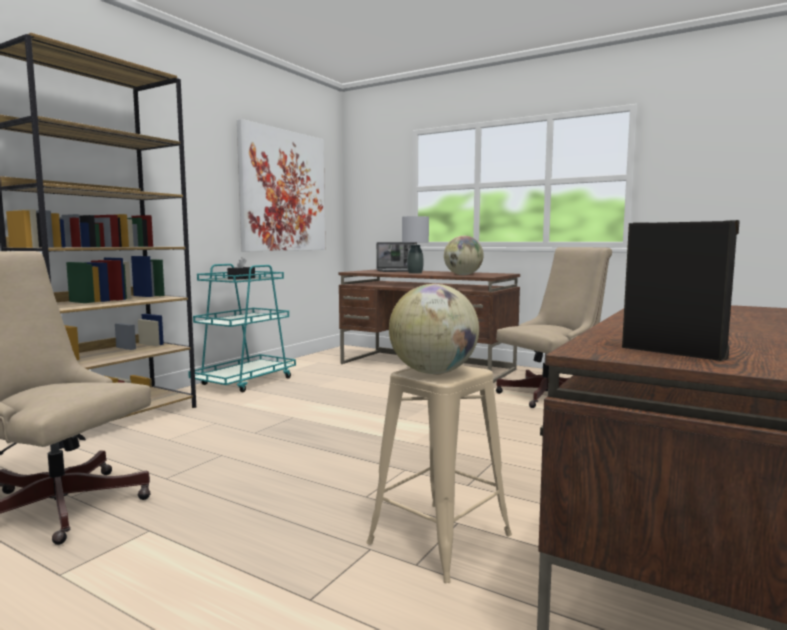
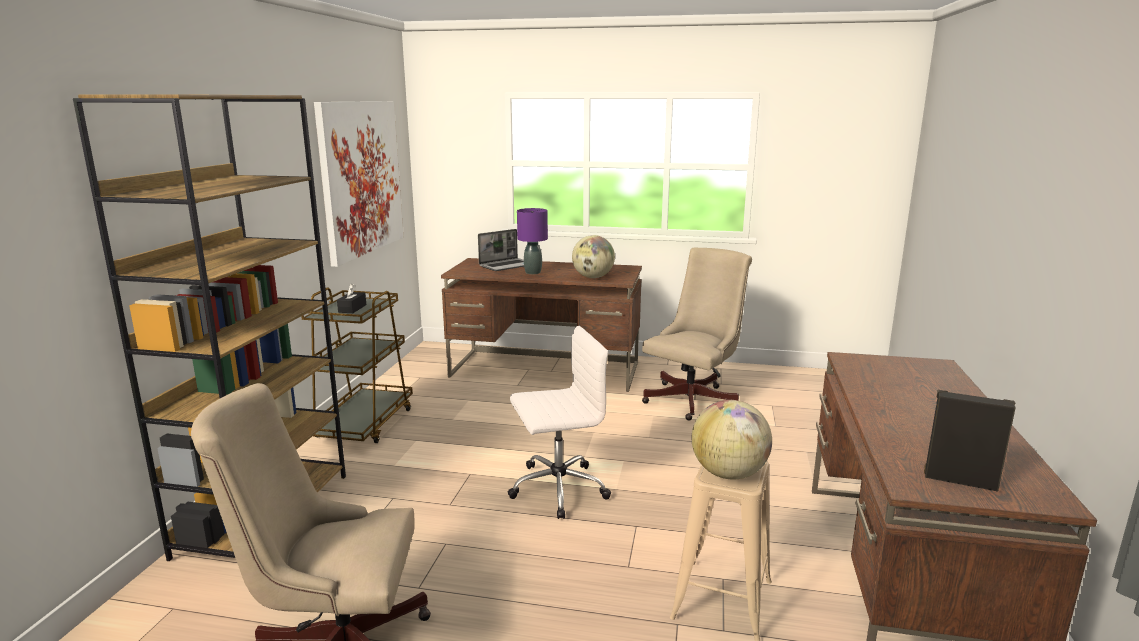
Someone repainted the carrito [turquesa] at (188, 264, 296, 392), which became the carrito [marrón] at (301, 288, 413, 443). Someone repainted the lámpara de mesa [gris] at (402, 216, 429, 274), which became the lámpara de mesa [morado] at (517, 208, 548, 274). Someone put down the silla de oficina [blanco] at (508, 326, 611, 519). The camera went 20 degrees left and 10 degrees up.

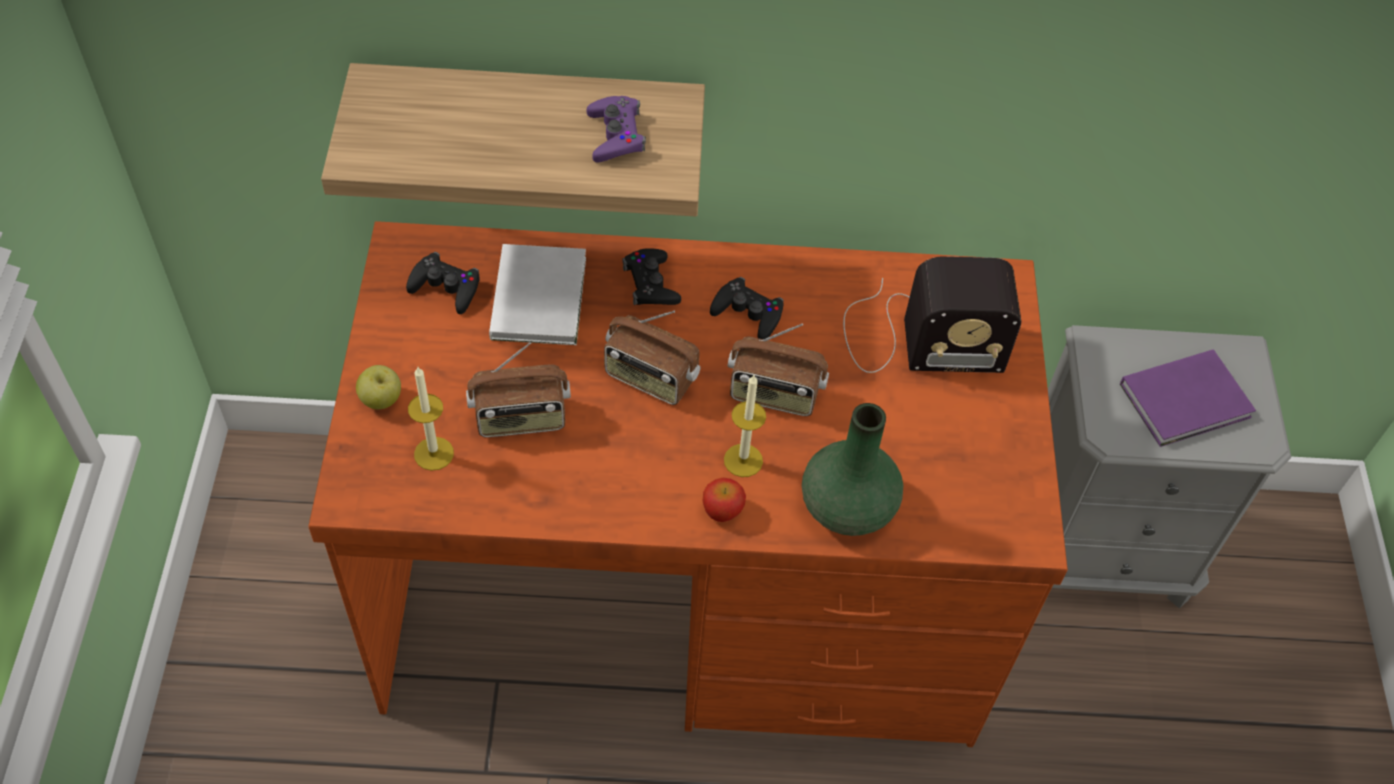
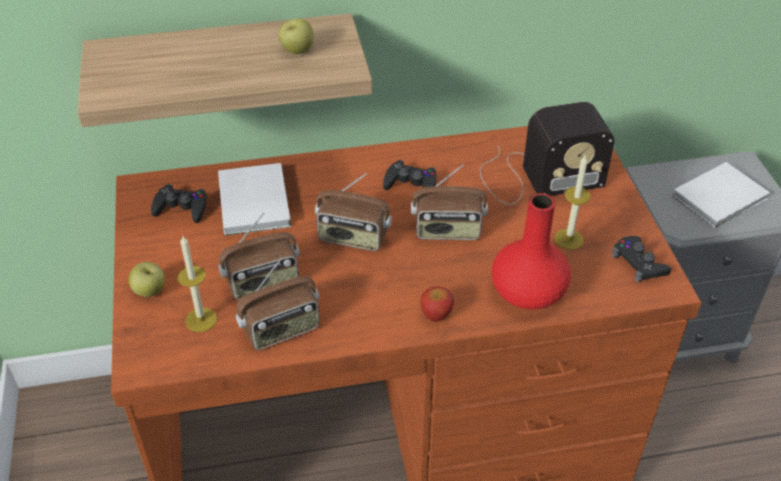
Someone swapped the mando de consola [morado] at (587, 96, 646, 163) for the manzana at (279, 18, 314, 54). Someone carried the mando de consola [negro] from (623, 248, 681, 305) to (612, 236, 671, 282). Someone carried the vela from (724, 375, 766, 477) to (555, 156, 591, 250). Someone repainted the florero [verde] at (802, 403, 903, 536), which became the florero [rojo] at (492, 193, 571, 309). Someone repainted the libro [morado] at (1120, 349, 1256, 447), which became the libro [blanco] at (673, 162, 770, 229). Someone put down the radio at (236, 257, 320, 350). The camera went 10 degrees left and 10 degrees down.

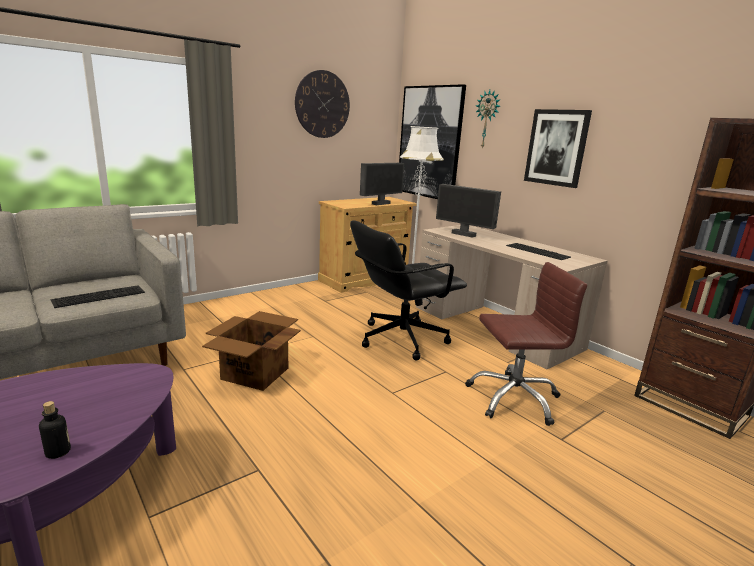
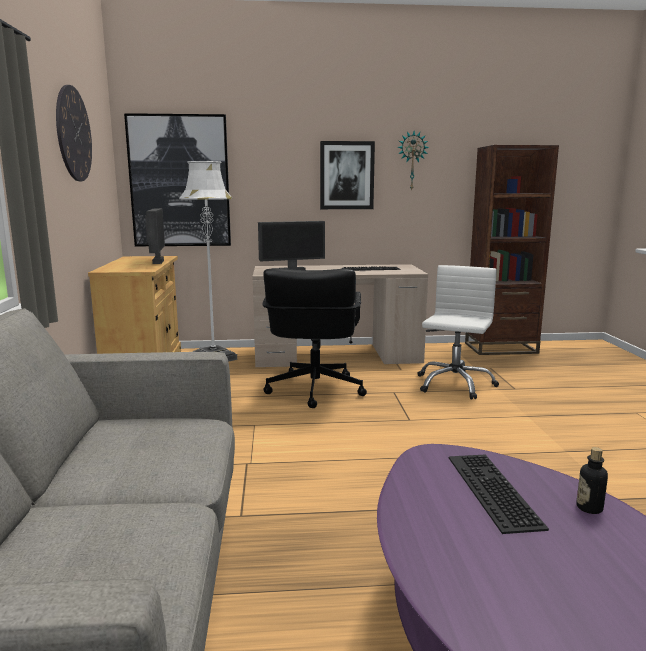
Someone carried the teclado from (50, 285, 145, 308) to (449, 454, 549, 534). Someone took away the caja de cartón at (202, 311, 301, 391). Someone repainted the silla de oficina [marrón] at (465, 262, 587, 426), which became the silla de oficina [blanco] at (418, 265, 499, 400). Someone carried the reloj de pared from (476, 90, 501, 149) to (398, 131, 429, 191). The camera went 55 degrees left and 5 degrees down.

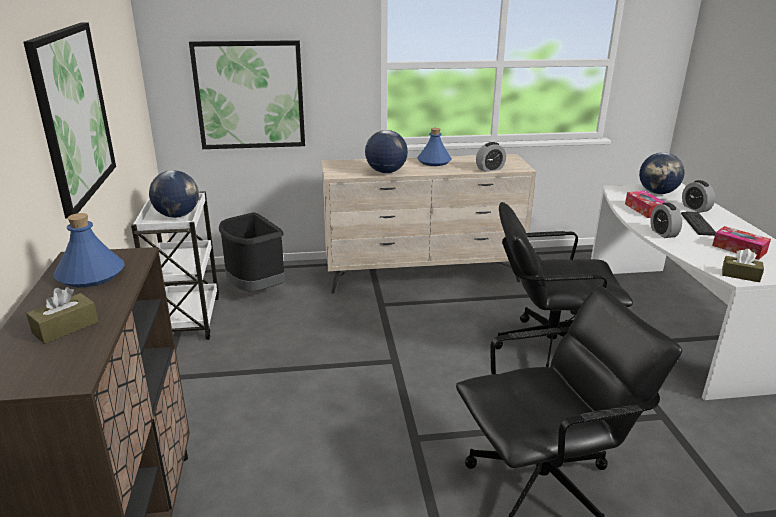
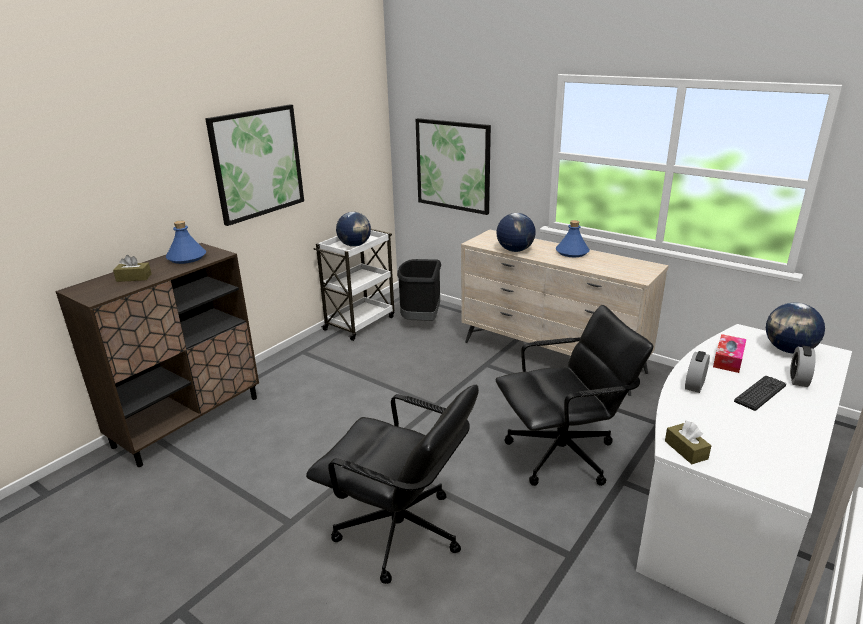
Someone took away the despertador at (476, 142, 506, 172). Someone rotated the silla de oficina [negro] at (496, 202, 633, 367) by 120 degrees clockwise. Someone took away the caja de pañuelos at (712, 226, 771, 260). The camera went 45 degrees right and 0 degrees up.

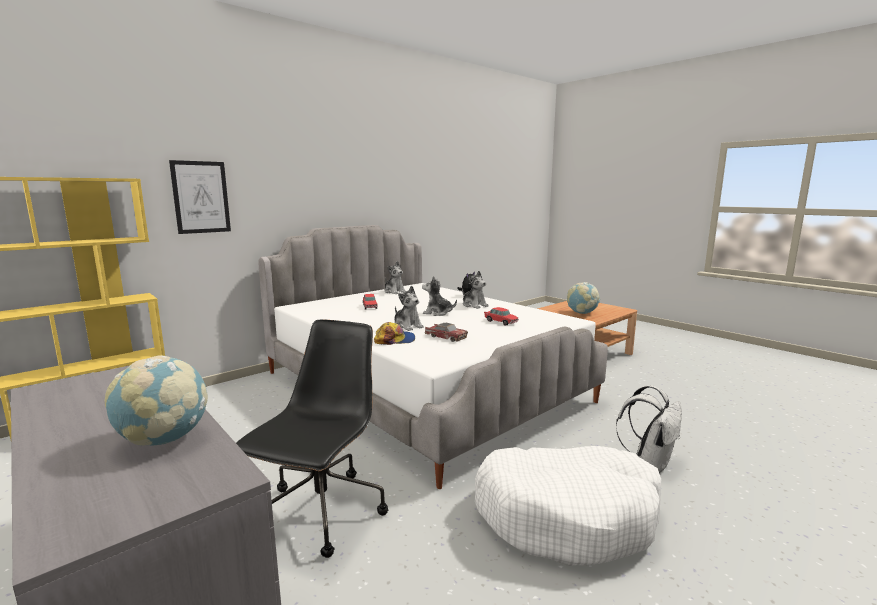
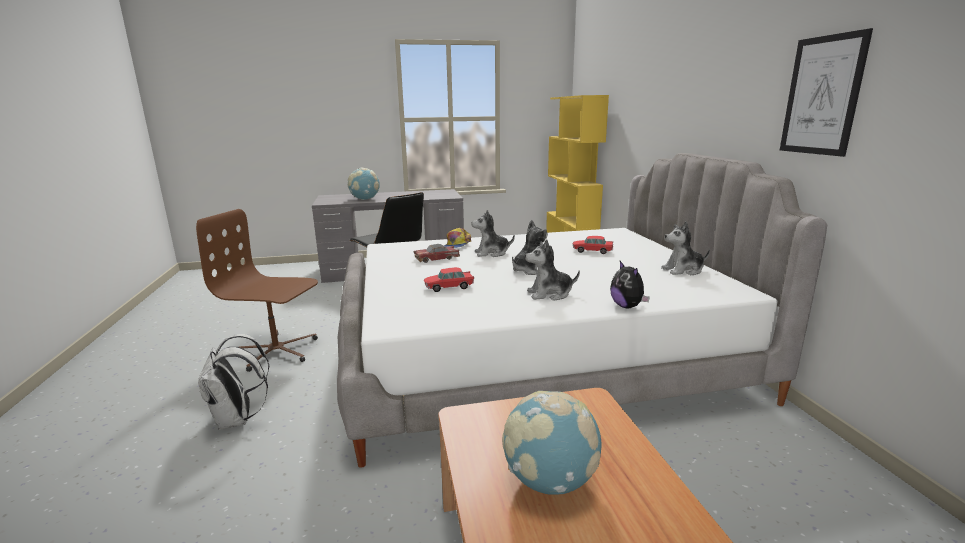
Someone carried the cuadro from (169, 160, 231, 234) to (780, 28, 873, 157). Someone swapped the cama para perro [blanco] at (475, 446, 661, 566) for the silla de oficina [marrón] at (196, 209, 318, 372). The camera went 120 degrees right and 5 degrees up.

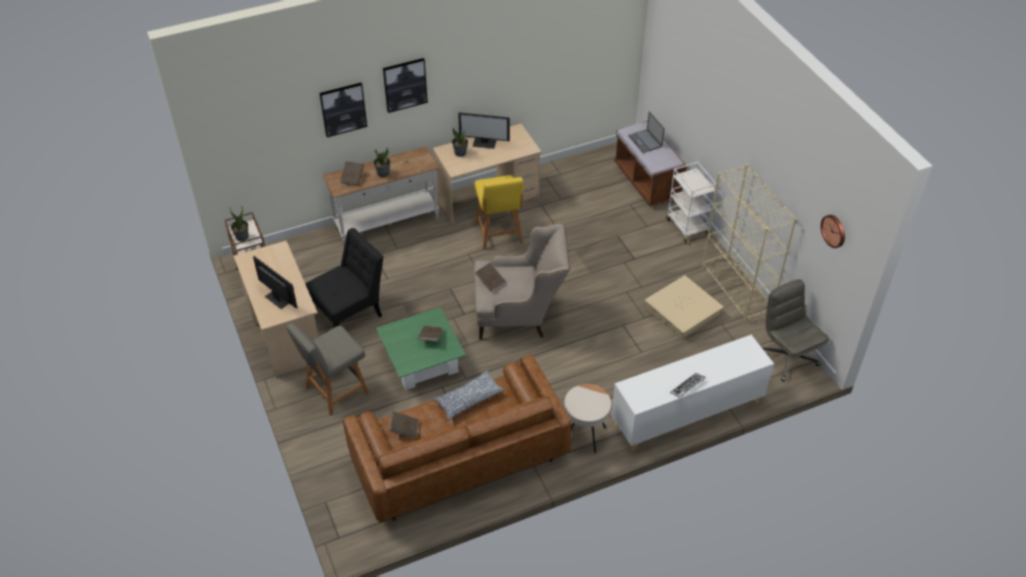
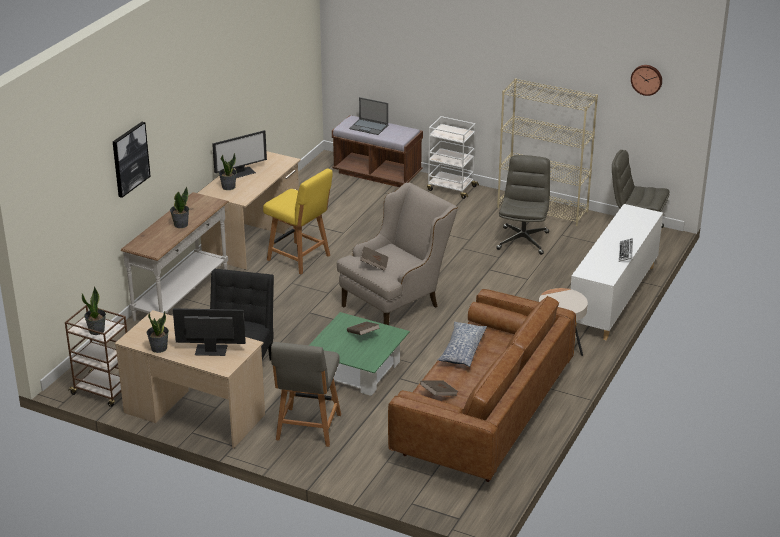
Someone took away the libro [marrón] at (340, 161, 364, 186). Someone took away the cuadro at (383, 58, 428, 113). Someone swapped the caja de almacenaje [beis] at (644, 275, 724, 339) for the silla de oficina [gris] at (497, 155, 550, 255). Someone put down the planta en maceta at (147, 311, 169, 353). The camera went 40 degrees left and 15 degrees down.

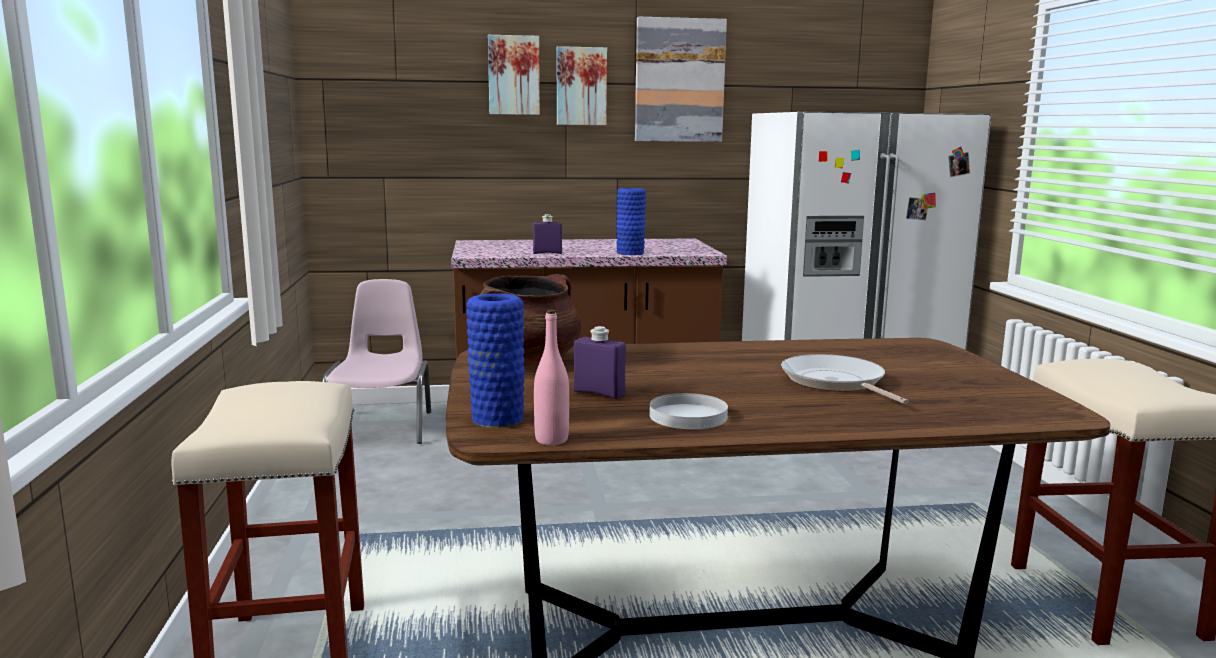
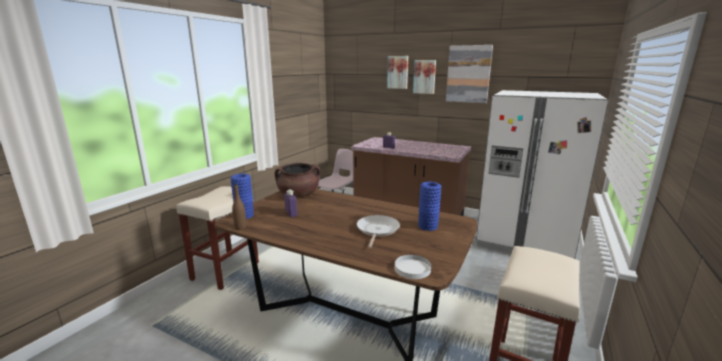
Someone repainted the botella [rosa] at (534, 310, 569, 445), which became the botella [marrón] at (232, 184, 246, 230). Someone carried the florero [azul] from (616, 188, 646, 255) to (418, 181, 442, 231). Someone carried the plato [blanco] from (649, 393, 728, 429) to (395, 255, 431, 279). The camera went 35 degrees right and 5 degrees up.

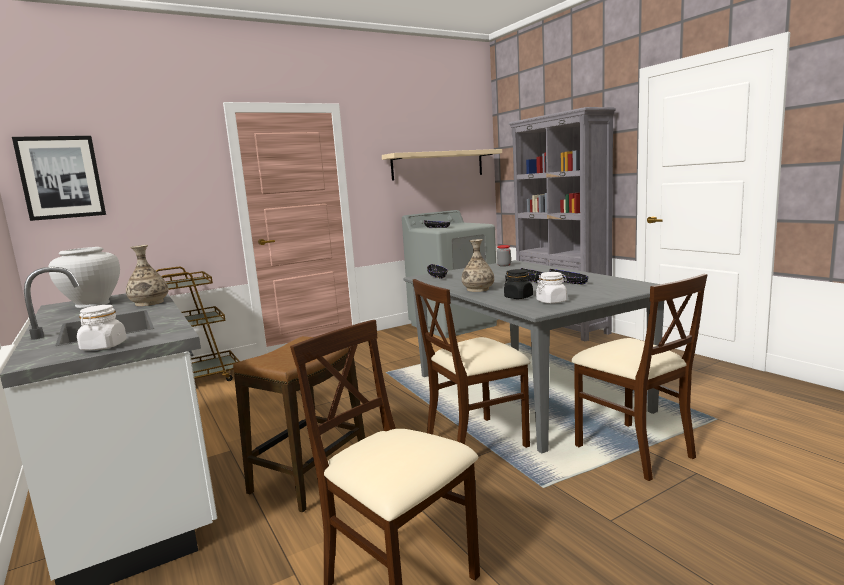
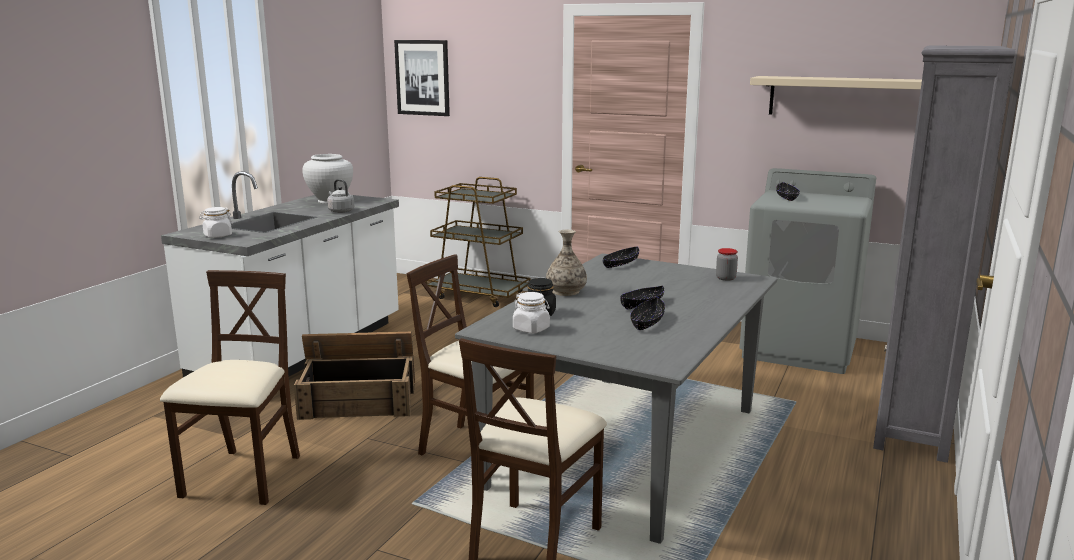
Someone swapped the florero at (126, 245, 168, 306) for the hervidor [gris] at (327, 179, 354, 213). Someone swapped the taburete at (233, 336, 365, 512) for the caja de embalaje at (294, 332, 415, 420). The camera went 55 degrees right and 5 degrees up.

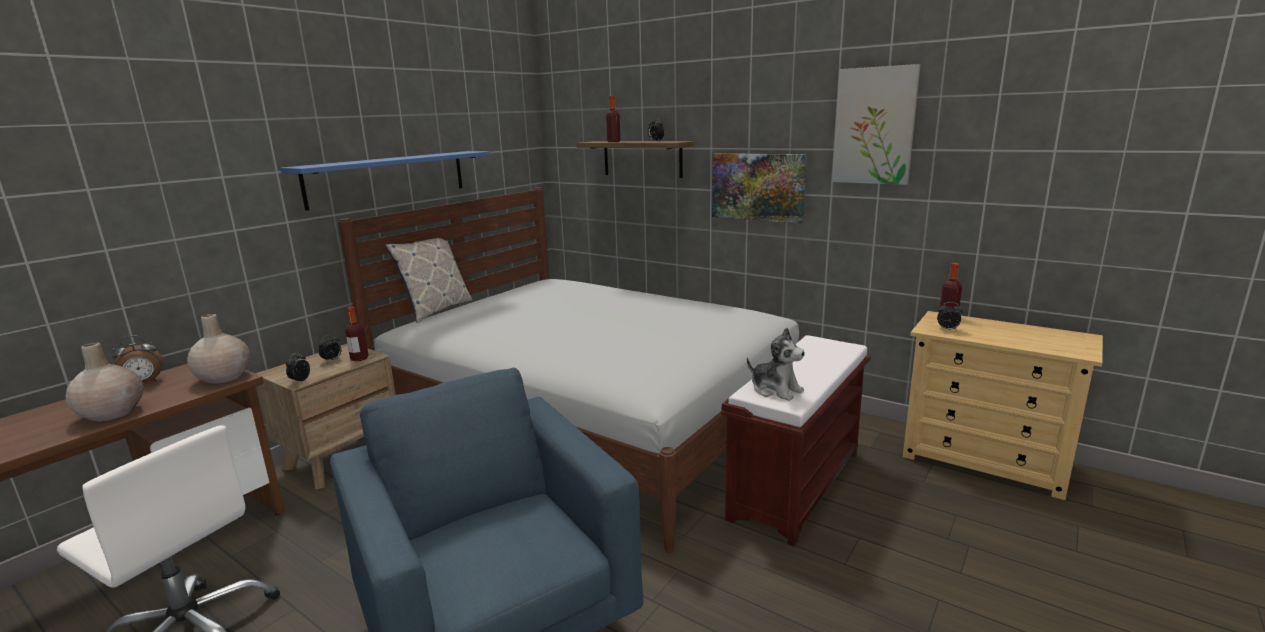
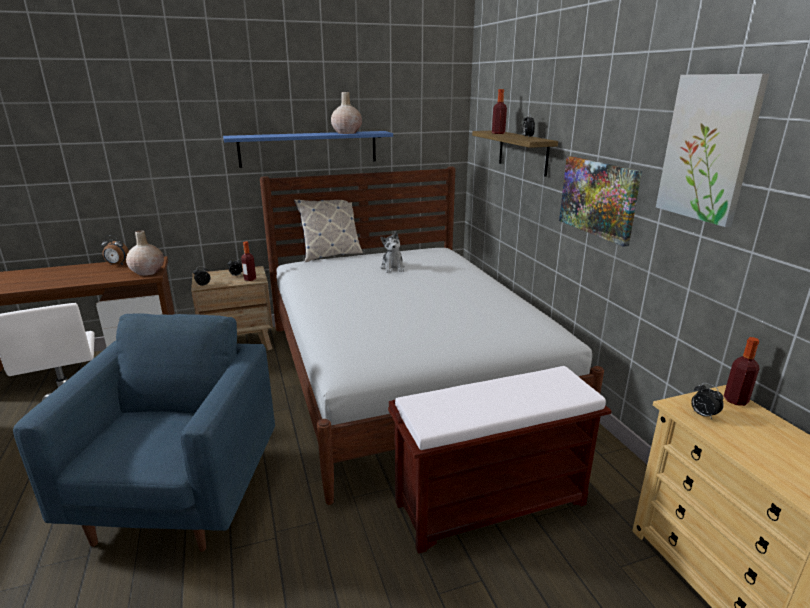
Someone carried the florero [beis] from (66, 342, 143, 422) to (331, 92, 362, 134). Someone carried the peluche from (747, 328, 805, 401) to (381, 231, 405, 273). The camera went 35 degrees right and 5 degrees up.

